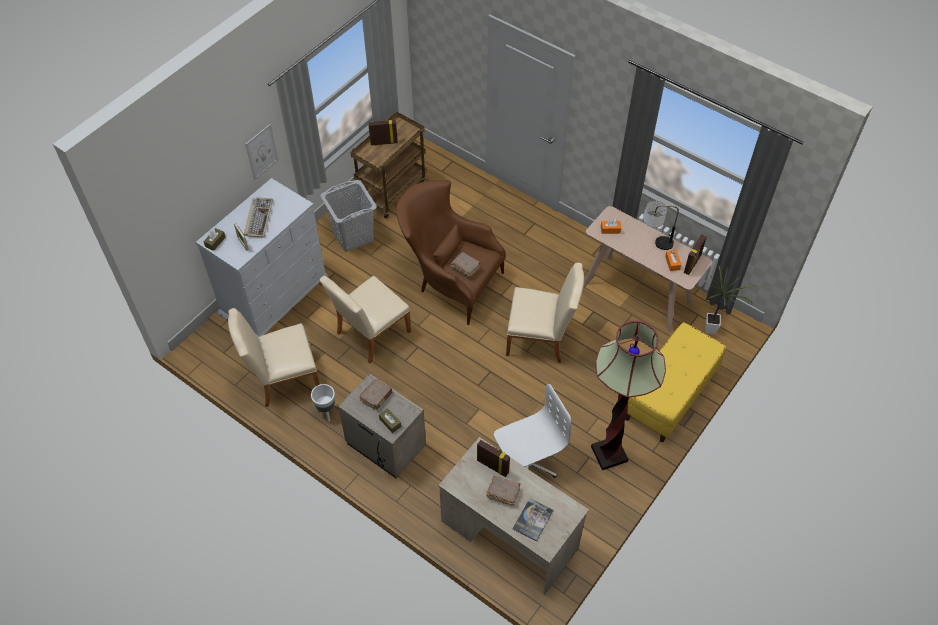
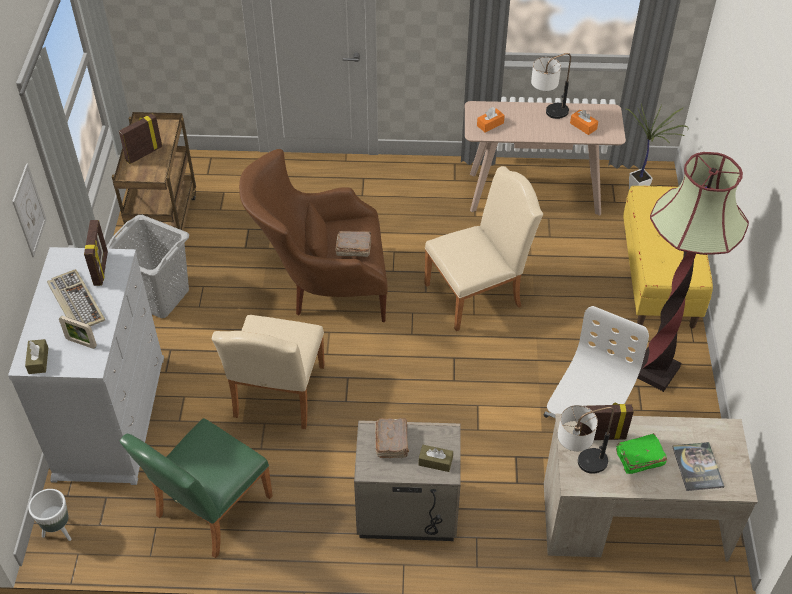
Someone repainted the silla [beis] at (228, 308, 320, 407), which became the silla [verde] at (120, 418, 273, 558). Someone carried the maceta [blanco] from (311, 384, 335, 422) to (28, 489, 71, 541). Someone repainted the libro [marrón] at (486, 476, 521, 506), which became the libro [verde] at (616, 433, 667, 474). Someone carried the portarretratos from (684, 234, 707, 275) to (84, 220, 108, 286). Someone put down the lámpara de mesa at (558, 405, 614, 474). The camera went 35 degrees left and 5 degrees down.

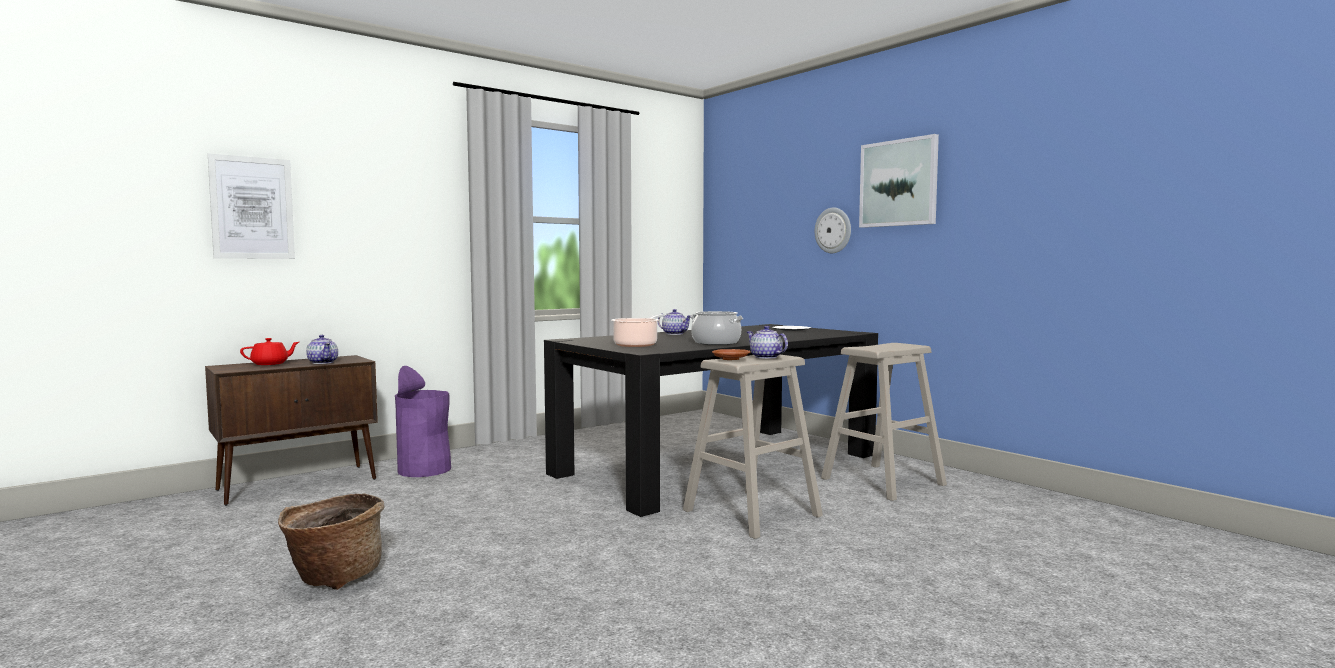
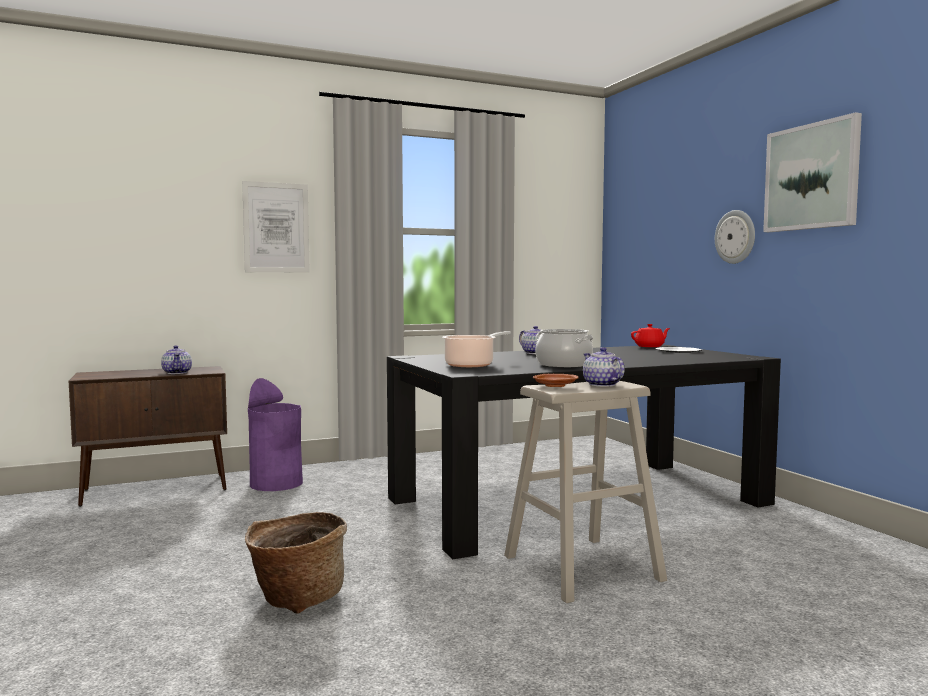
Someone carried the cuadro from (208, 153, 295, 259) to (242, 181, 310, 273). Someone carried the tetera [rojo] from (240, 338, 299, 365) to (631, 324, 670, 347). Someone carried the cesta from (278, 494, 384, 590) to (245, 512, 347, 614). Someone took away the taburete [beis] at (821, 343, 947, 501). The camera went 15 degrees right and 0 degrees up.

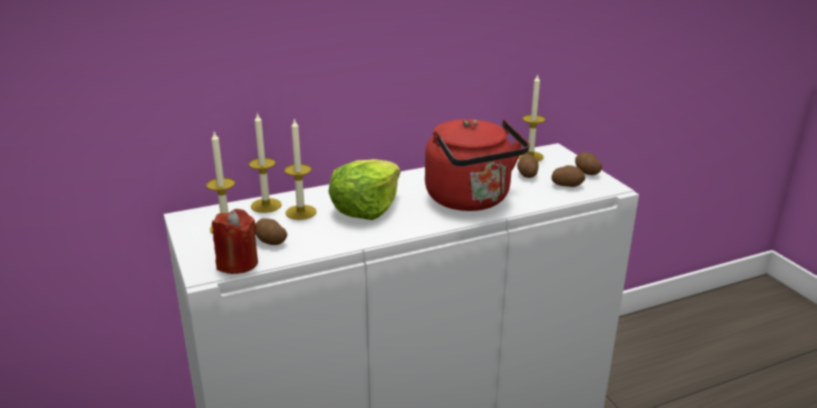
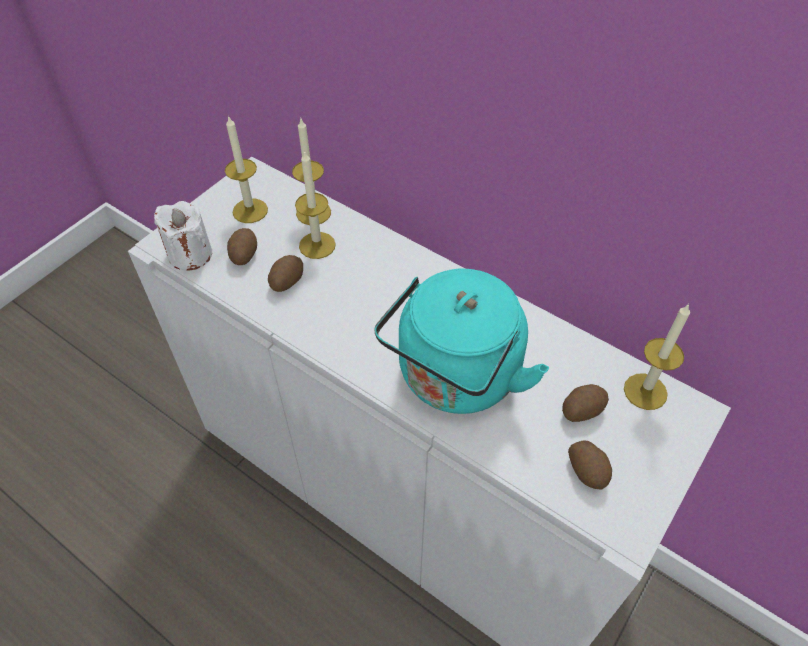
Someone repainted the vela [rojo] at (212, 209, 258, 274), which became the vela [blanco] at (154, 201, 212, 271). Someone took away the lechuga at (329, 159, 400, 220). Someone repainted the hervidor [rojo] at (425, 119, 529, 211), which became the hervidor [turquesa] at (375, 269, 549, 414). Someone carried the patata from (575, 152, 602, 175) to (268, 255, 303, 292). The camera went 60 degrees right and 25 degrees up.

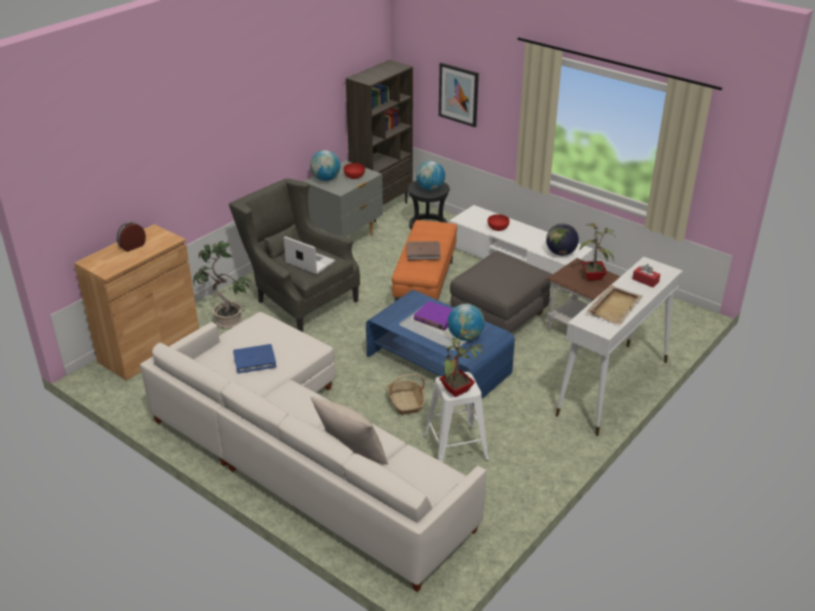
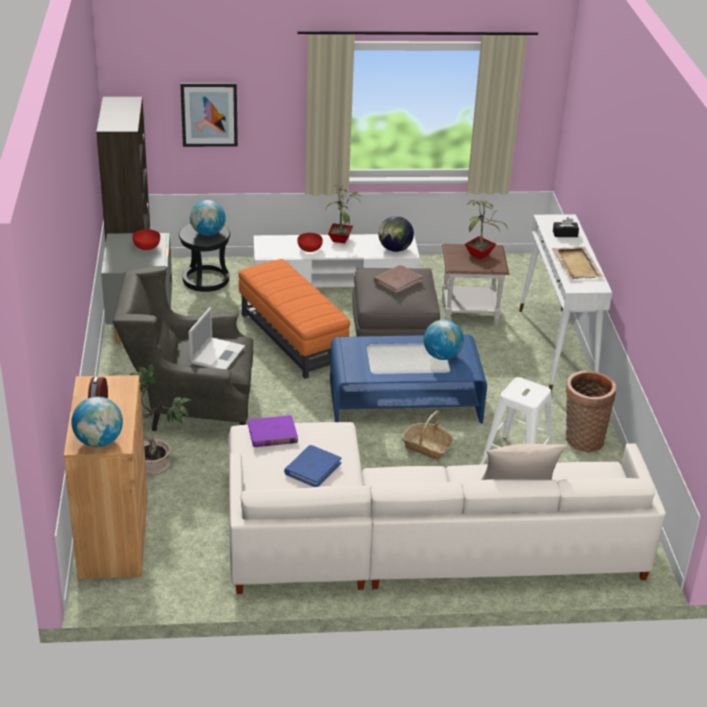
Someone rotated the portátil at (284, 236, 335, 274) by 120 degrees clockwise. Someone carried the globo terráqueo from (310, 150, 340, 181) to (71, 396, 123, 447). Someone carried the libro [marrón] from (407, 241, 441, 260) to (374, 265, 423, 295). Someone carried the libro [morado] from (414, 301, 452, 330) to (248, 415, 298, 447). Someone carried the planta en maceta from (439, 328, 484, 397) to (326, 185, 362, 243). Someone repainted the caja de pañuelos [rojo] at (632, 264, 660, 287), which became the caja de pañuelos [negro] at (553, 217, 579, 237). Someone put down the cesta at (566, 370, 616, 452). The camera went 45 degrees left and 0 degrees up.

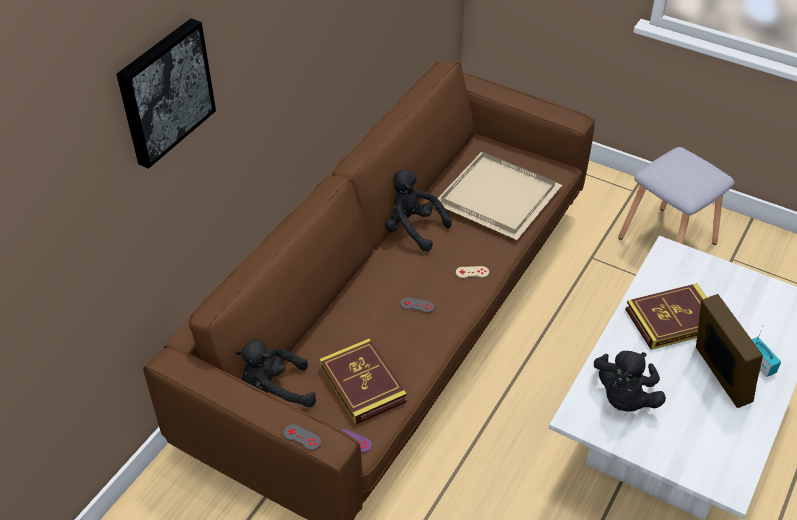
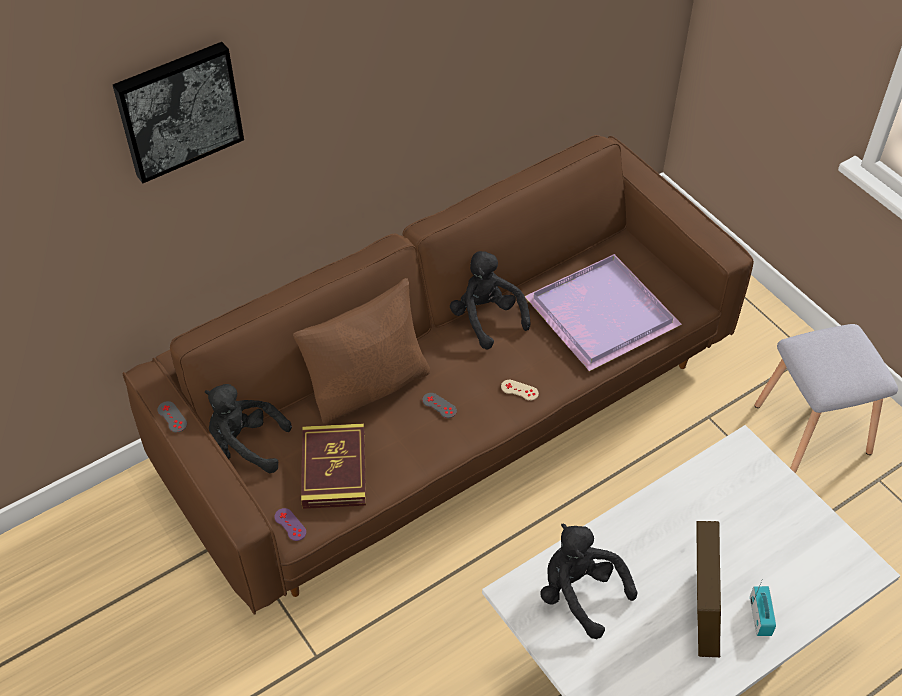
Someone carried the mando de consola [gris] from (283, 425, 321, 450) to (157, 401, 187, 433). Someone repainted the bandeja [beis] at (438, 152, 562, 240), which became the bandeja [morado] at (525, 254, 682, 371). Someone rotated the peluche [negro] at (594, 351, 666, 412) by 90 degrees clockwise. Someone took away the libro at (625, 283, 707, 350). Someone put down the cojín [marrón] at (293, 278, 430, 424). The camera went 25 degrees right and 5 degrees up.

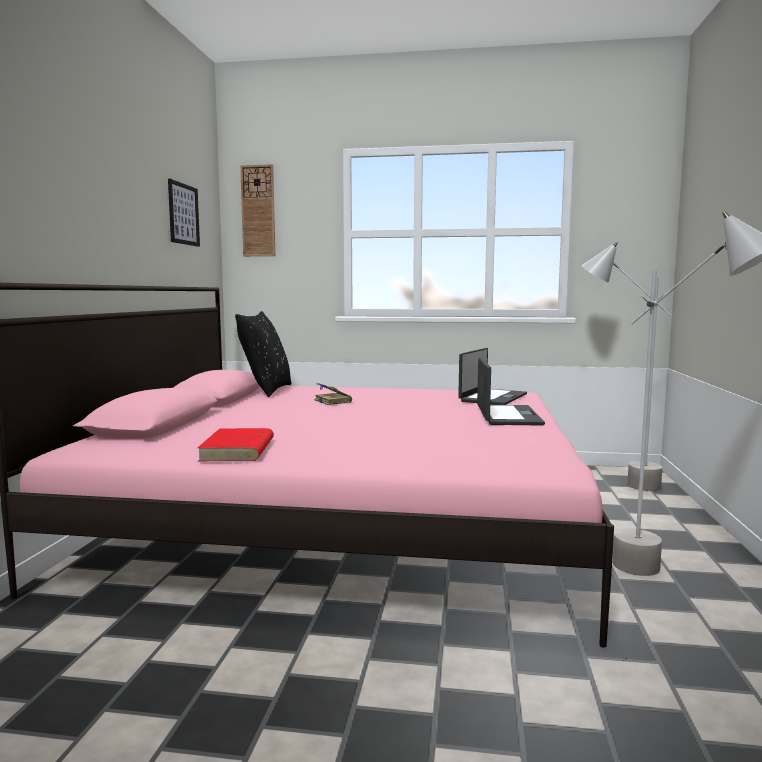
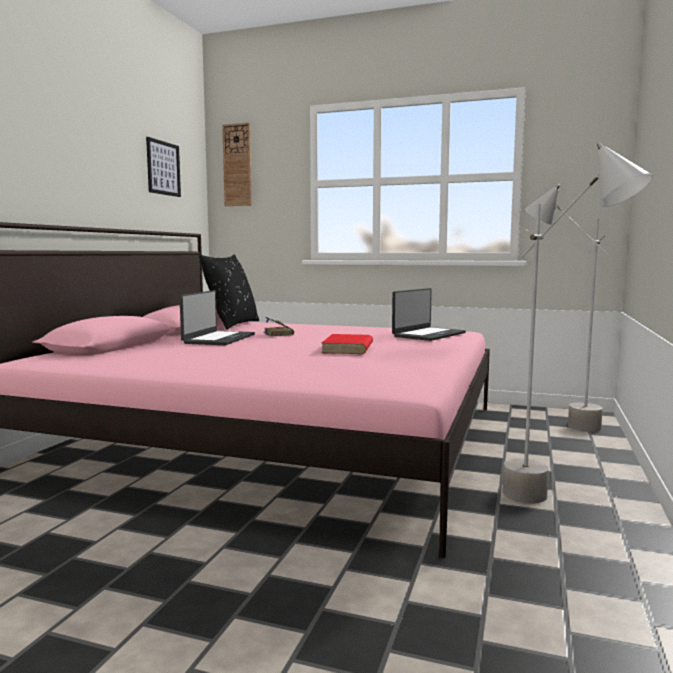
Someone carried the libro [rojo] from (198, 428, 274, 461) to (321, 334, 373, 354). Someone carried the portátil from (477, 357, 545, 426) to (179, 290, 255, 345). The camera went 10 degrees right and 0 degrees up.

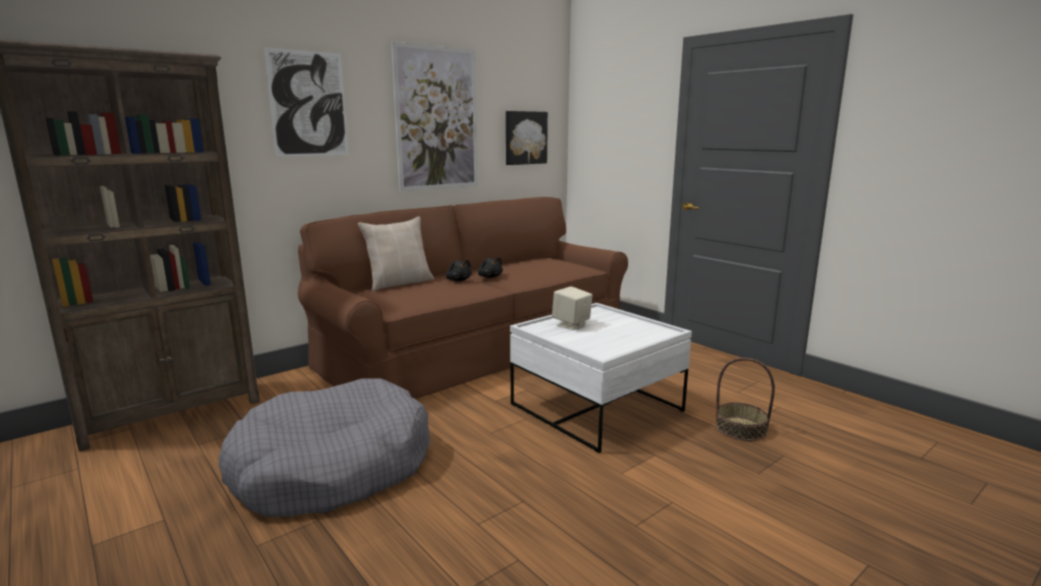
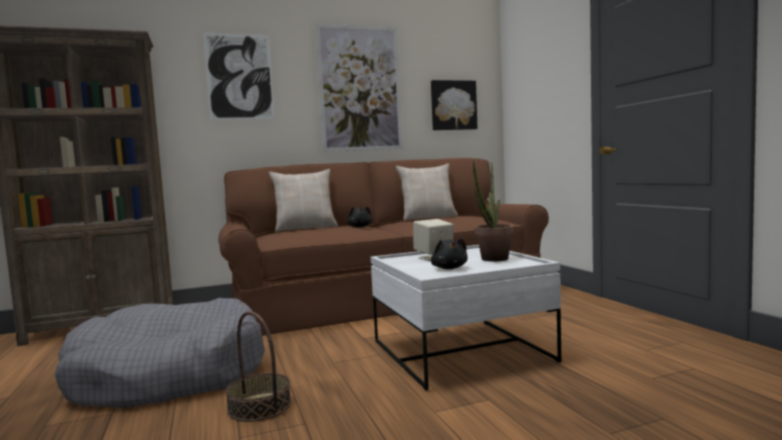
Someone carried the peluche [negro] from (478, 257, 503, 278) to (431, 238, 468, 269). Someone carried the cesta from (716, 358, 775, 441) to (225, 311, 291, 422). Someone put down the cojín [beis] at (396, 164, 458, 221). Someone put down the planta en maceta at (473, 161, 514, 261). The camera went 20 degrees right and 10 degrees down.

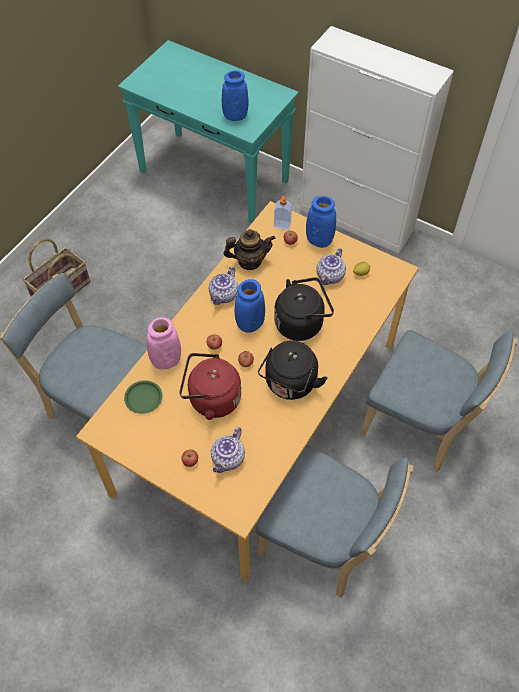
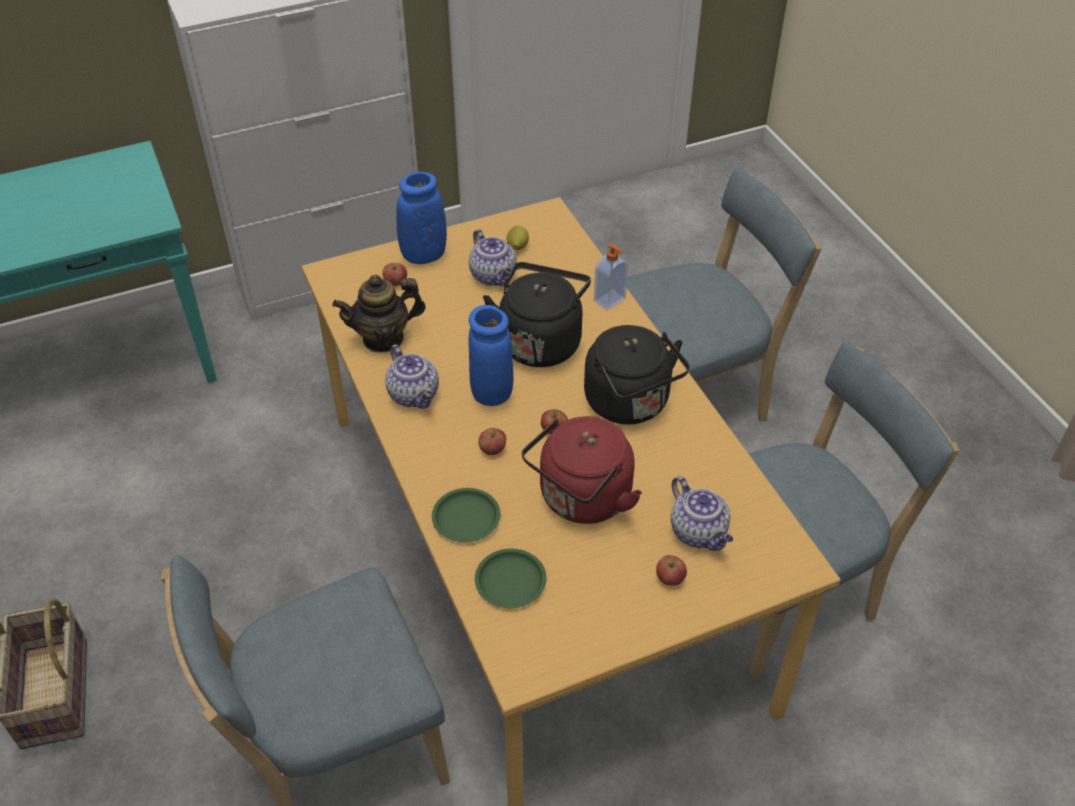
Someone swapped the florero [rosa] at (147, 317, 181, 369) for the plato [verde] at (432, 488, 500, 543). Someone took away the florero [azul] at (222, 70, 249, 121). Someone rotated the tetera at (223, 229, 275, 270) by 135 degrees counterclockwise. Someone carried the dispensador de jabón from (274, 195, 292, 230) to (594, 243, 628, 310). The camera went 55 degrees left and 10 degrees down.

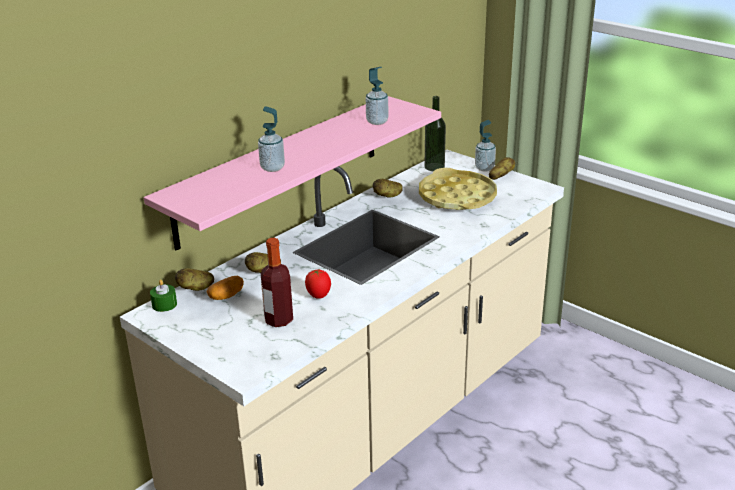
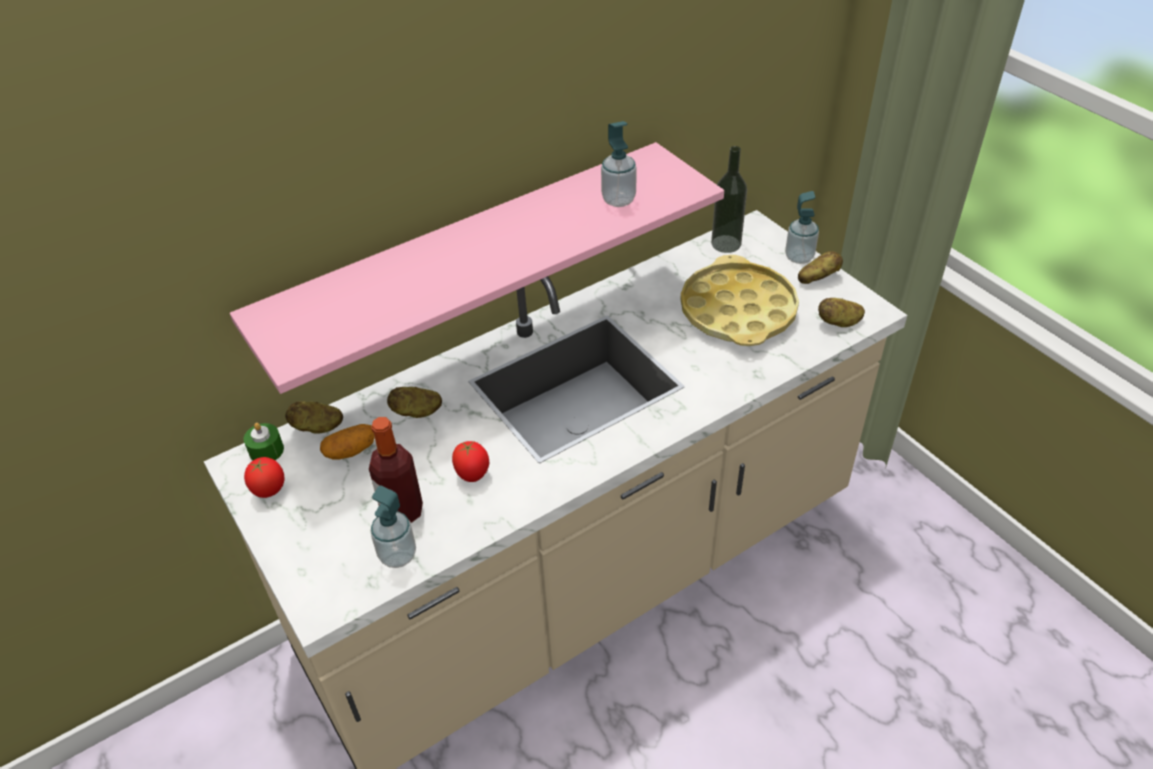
Someone carried the dispensador de jabón from (258, 106, 285, 172) to (371, 486, 416, 568). Someone carried the patata from (373, 179, 403, 198) to (818, 298, 865, 327). Someone put down the tomate at (244, 457, 285, 498). The camera went 15 degrees right and 15 degrees up.

